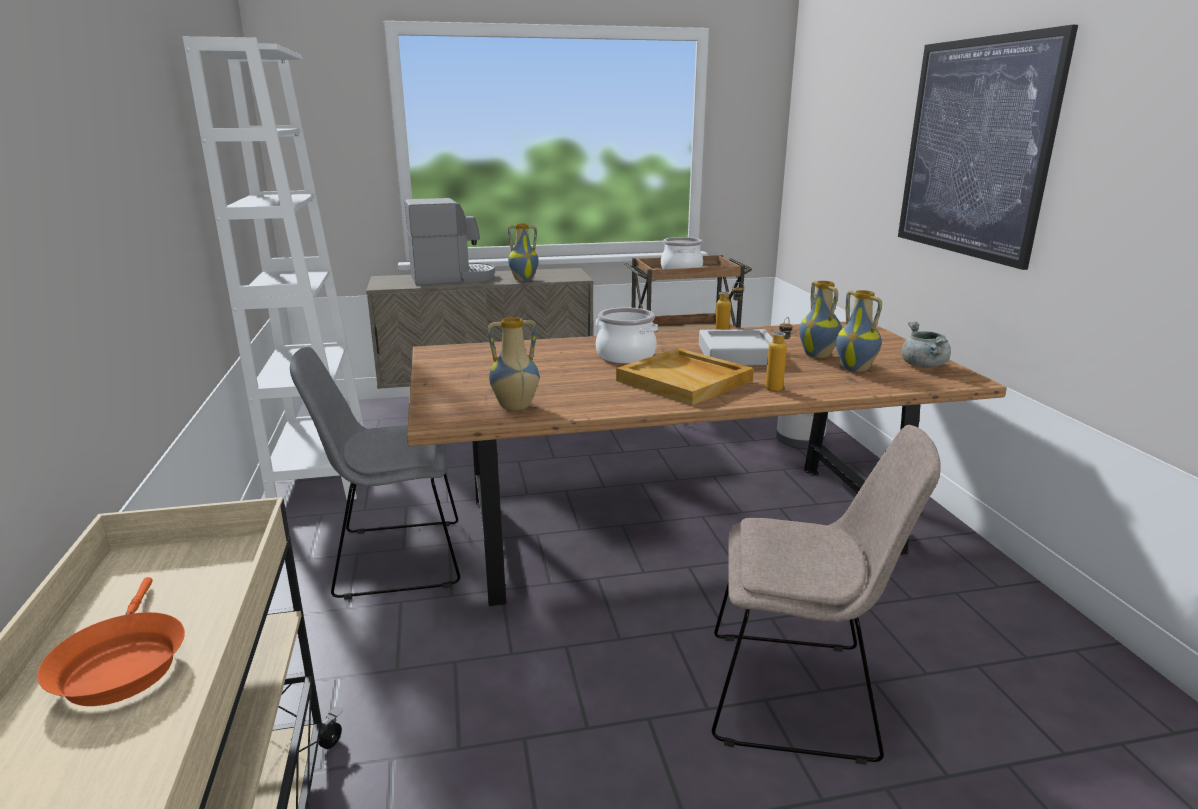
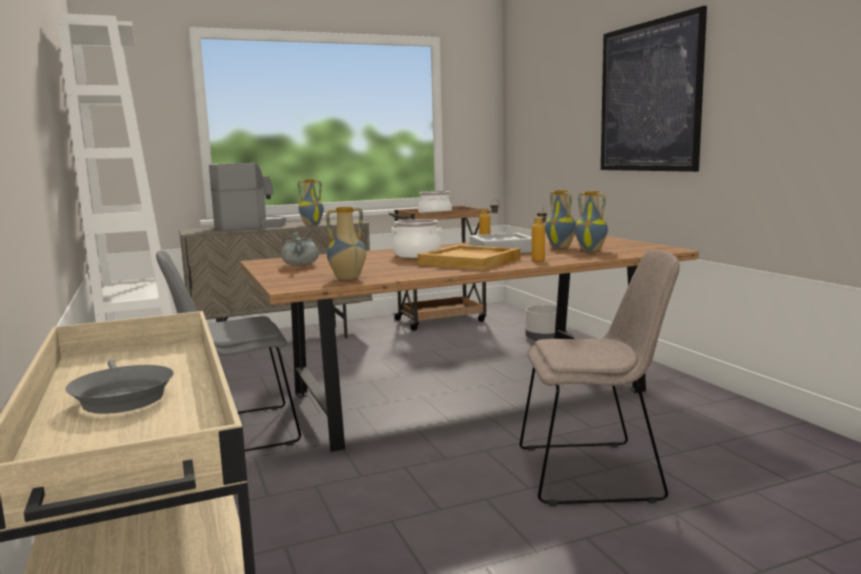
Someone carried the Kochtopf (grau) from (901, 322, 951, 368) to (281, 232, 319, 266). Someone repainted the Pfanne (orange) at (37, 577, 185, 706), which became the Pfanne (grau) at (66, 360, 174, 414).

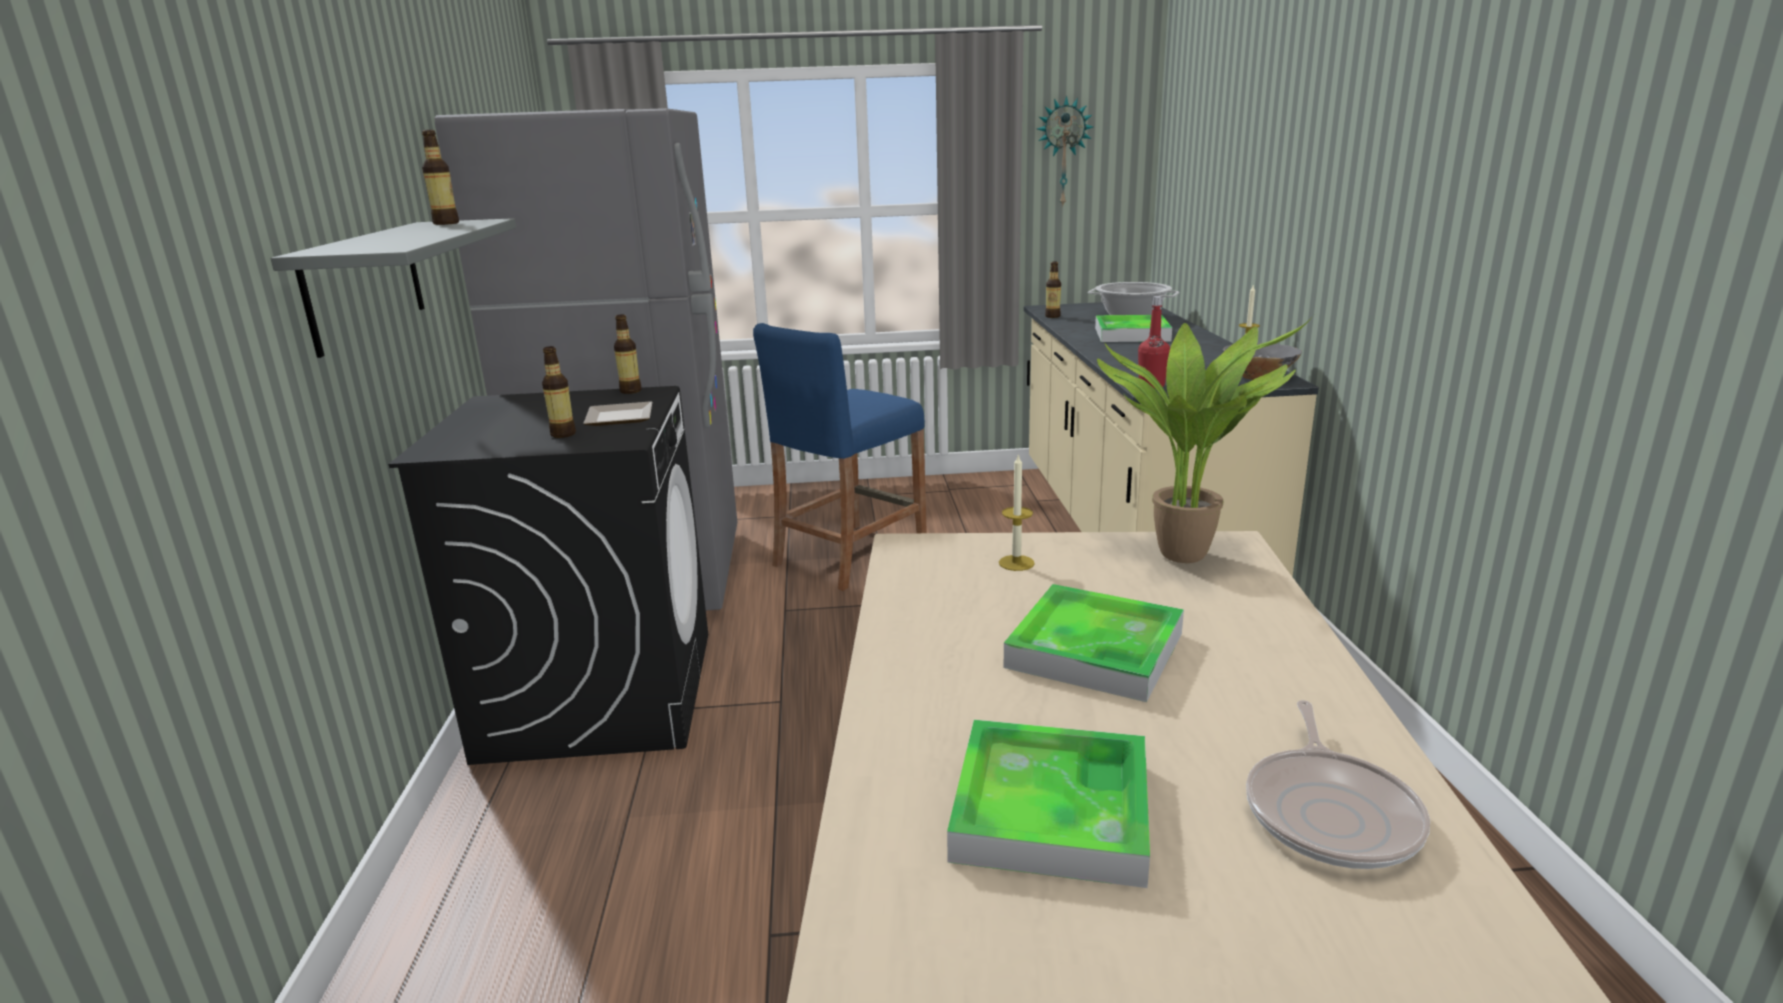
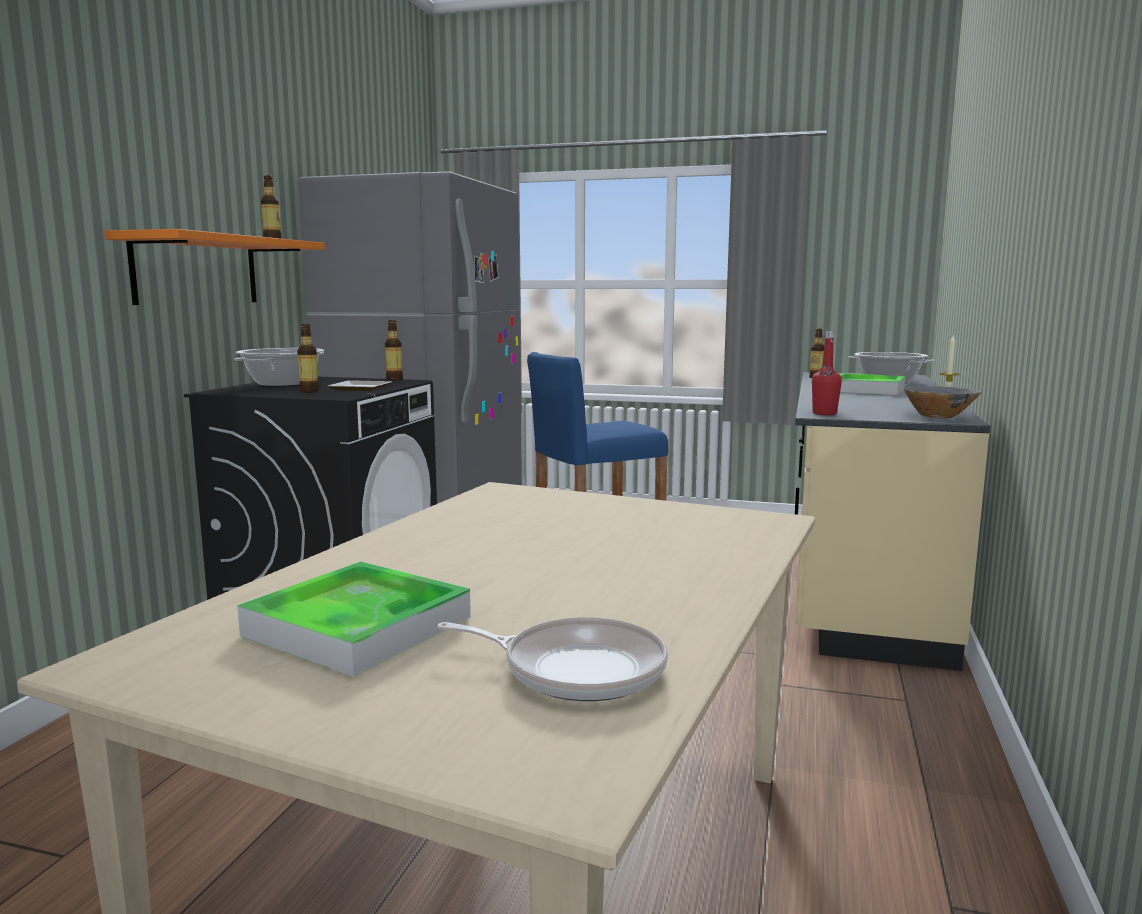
Someone took away the Kerze at (999, 453, 1035, 571). Someone took away the Tablett at (1004, 584, 1184, 702). Someone took away the Wanduhr at (1037, 96, 1093, 208). Someone took away the Topfpflanze at (1097, 315, 1314, 563). Someone put down the Kochtopf at (234, 348, 324, 387). Someone repainted the Wandregal (grau) at (271, 218, 516, 358), which became the Wandregal (orange) at (104, 229, 325, 305). Someone rotated the Pfanne at (1246, 700, 1430, 869) by 105 degrees counterclockwise.

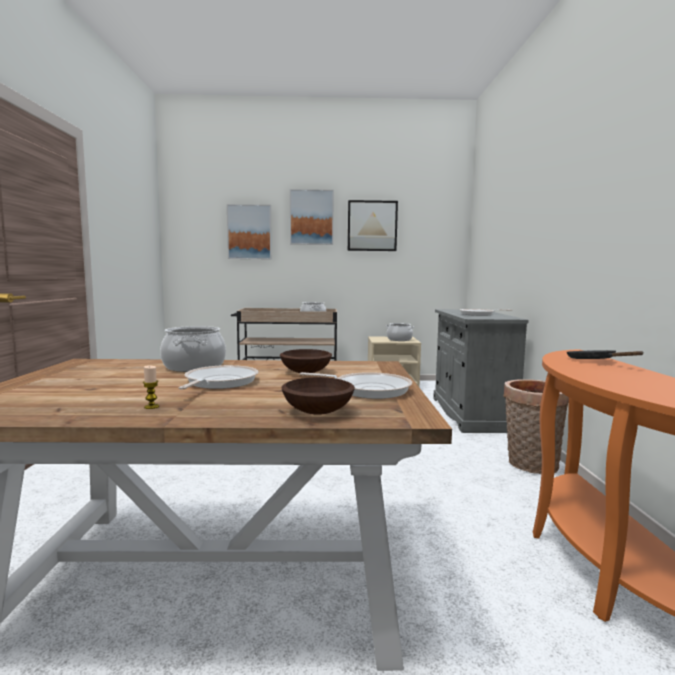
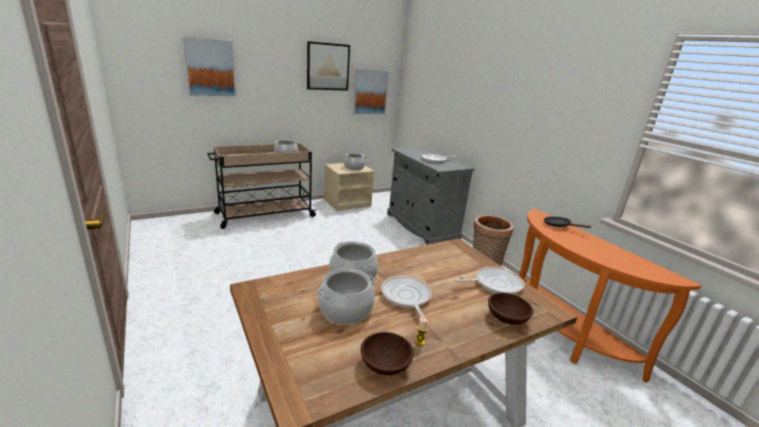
Someone put down the Kochtopf at (317, 269, 375, 324). Someone carried the Schüssel (braun) from (280, 349, 332, 373) to (360, 332, 414, 375). Someone carried the Bild from (290, 189, 334, 245) to (353, 68, 389, 115).

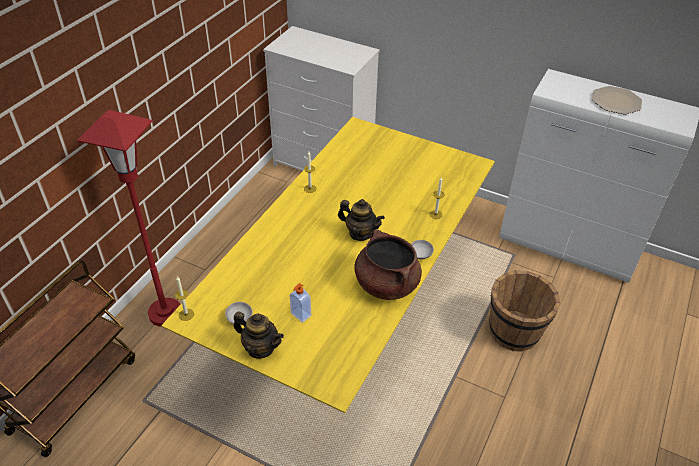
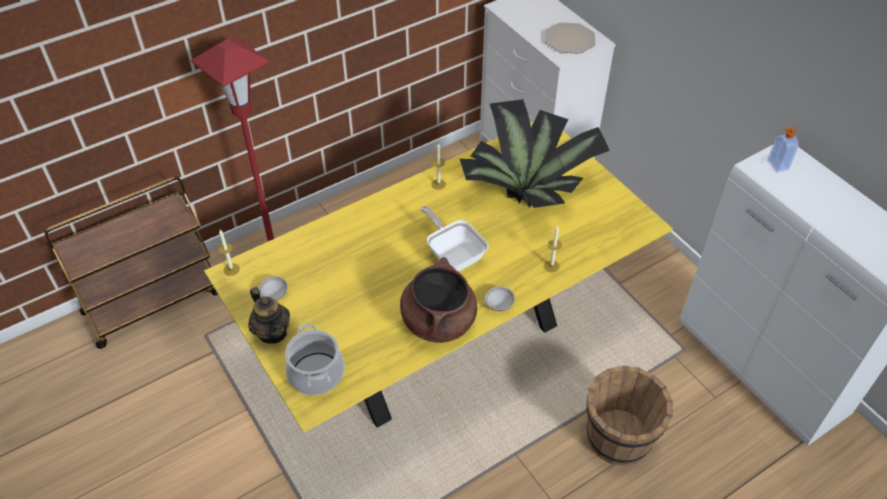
Someone put down the Kochtopf at (285, 323, 345, 395). Someone put down the Topfpflanze at (460, 99, 610, 208). Someone carried the Seifenspender from (290, 283, 311, 323) to (767, 126, 799, 173). Someone carried the Teller from (592, 86, 642, 114) to (545, 23, 595, 54). Someone swapped the Teekanne at (338, 199, 385, 241) for the Pfanne at (421, 206, 489, 272).

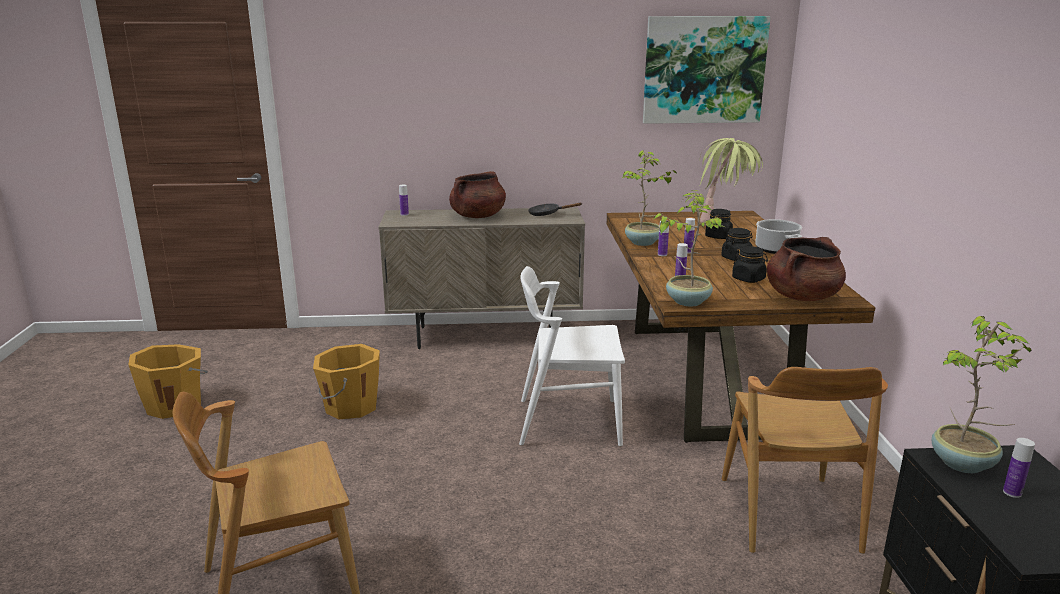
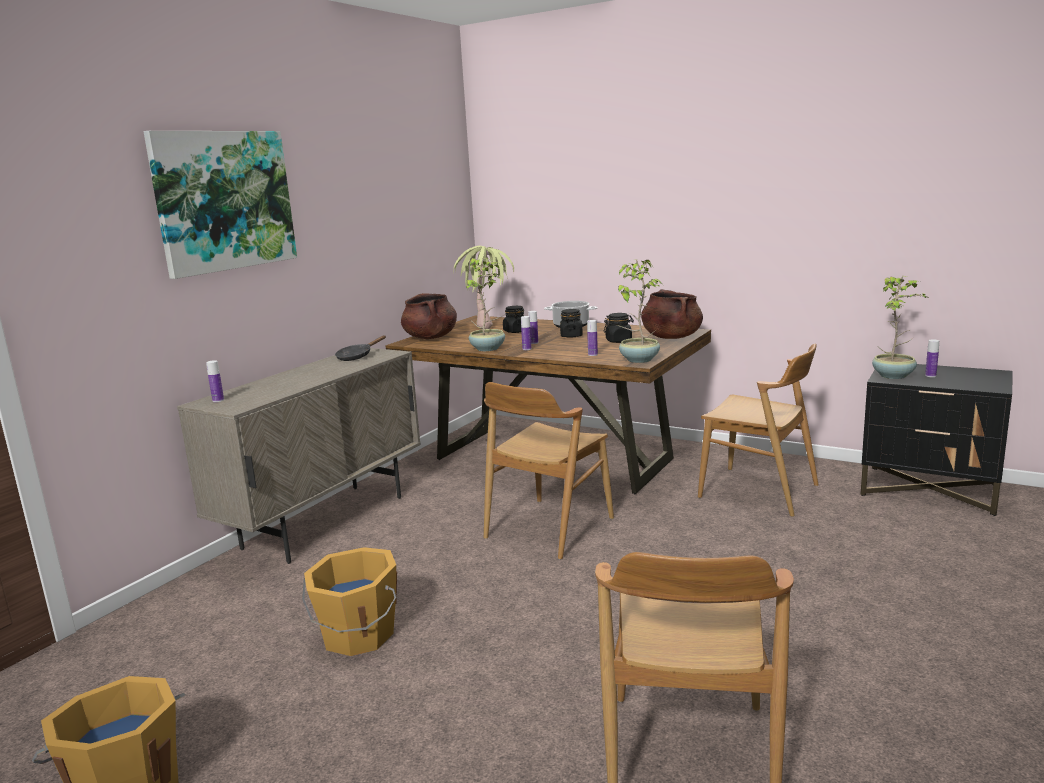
Someone carried the Kochtopf (braun) from (449, 171, 506, 218) to (401, 293, 457, 339). Someone carried the Bild from (643, 16, 771, 124) to (143, 131, 297, 279). Someone repainted the Stuhl (weiß) at (519, 266, 625, 446), which became the Stuhl (braun) at (484, 382, 614, 559).

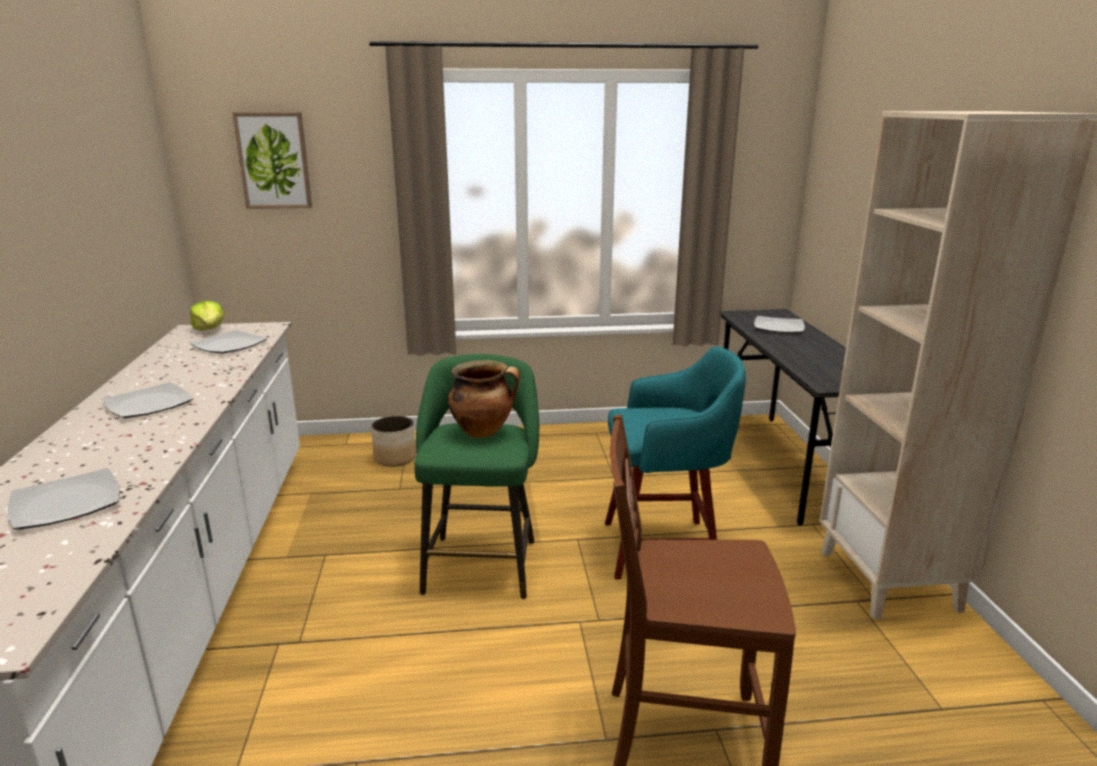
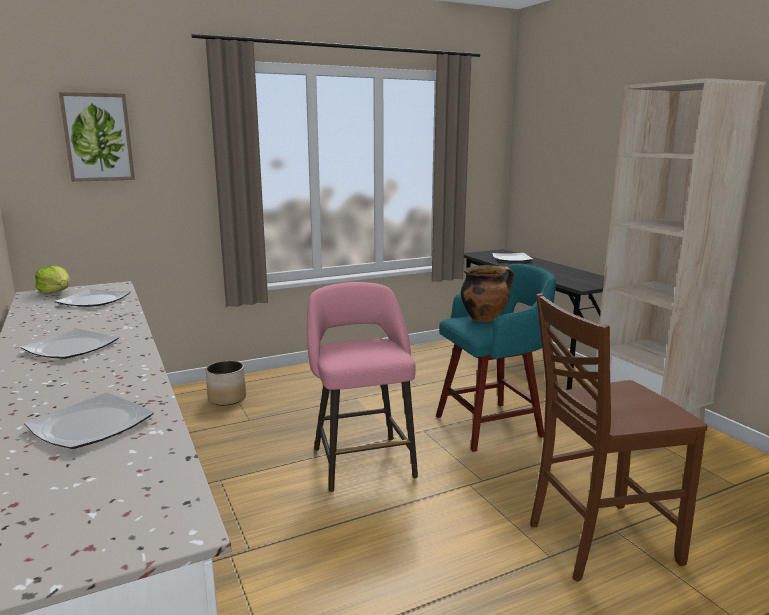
Someone carried the Kochtopf from (448, 360, 520, 438) to (461, 265, 514, 322). Someone repainted the Hocker (grün) at (414, 354, 539, 599), which became the Hocker (rosa) at (307, 282, 418, 493).

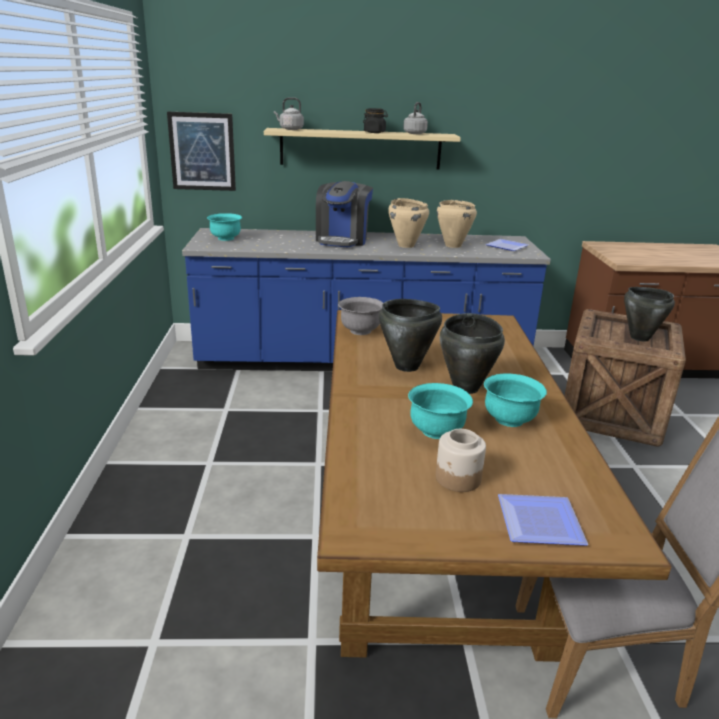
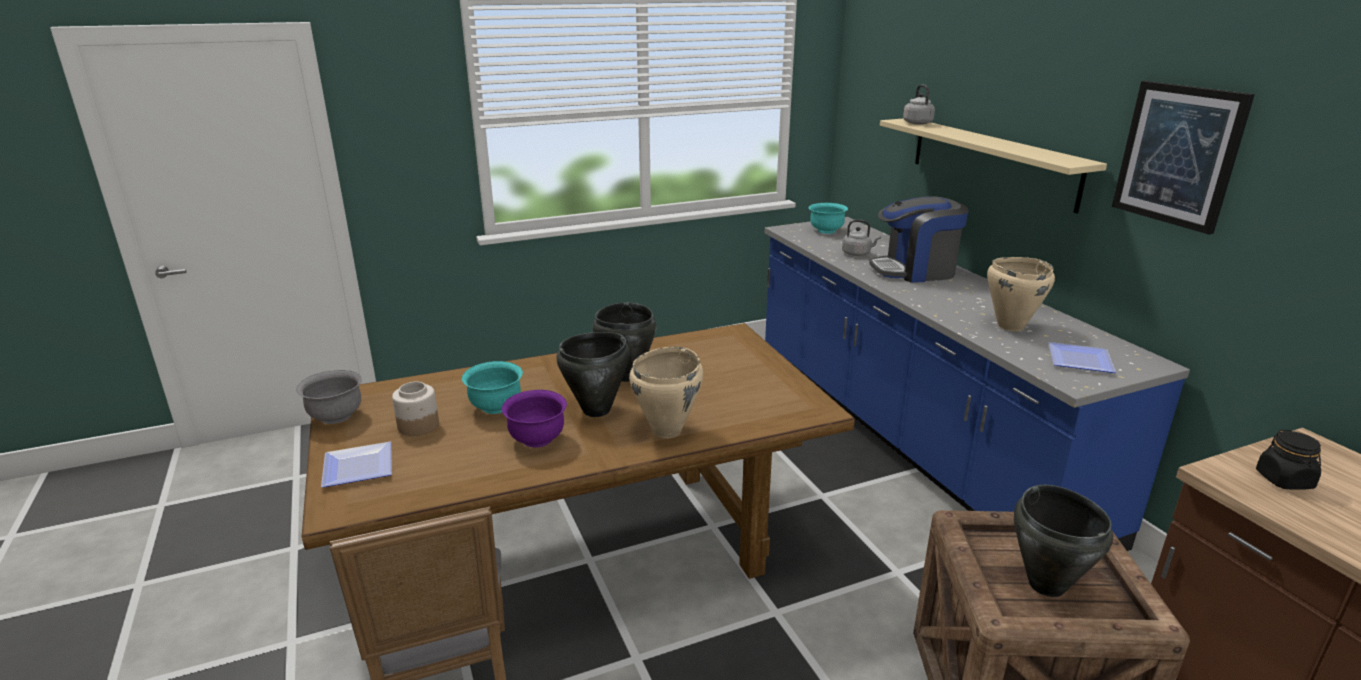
Someone carried the Bild from (167, 112, 236, 191) to (1112, 81, 1255, 235). Someone carried the Schüssel (grau) from (338, 297, 383, 335) to (296, 370, 362, 424). Someone carried the Vorratsglas (schwarz) from (363, 108, 388, 133) to (1256, 430, 1321, 490). Someone carried the Kochtopf (beige) from (388, 198, 429, 248) to (629, 347, 703, 438). Someone carried the Wasserkessel (grau) from (403, 102, 428, 134) to (842, 220, 881, 256). Someone repainted the Schüssel (türkis) at (484, 374, 547, 427), which became the Schüssel (lila) at (502, 390, 567, 447).

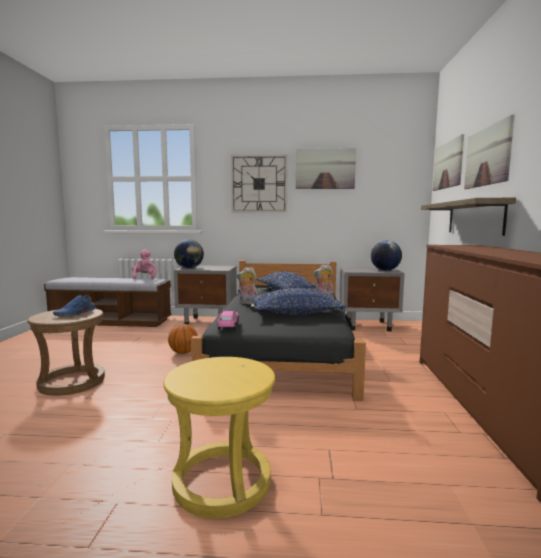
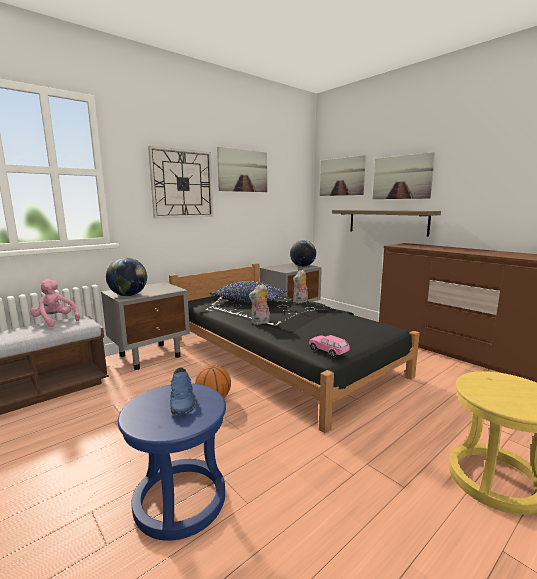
Someone took away the Kissen (blau) at (252, 288, 346, 315). Someone repainted the Hocker (braun) at (27, 309, 105, 396), which became the Hocker (blau) at (118, 384, 226, 541).

